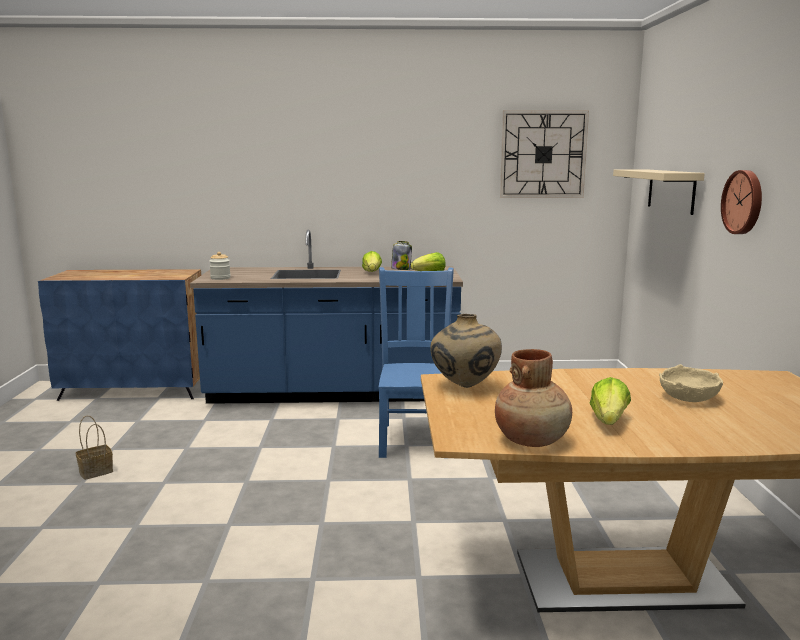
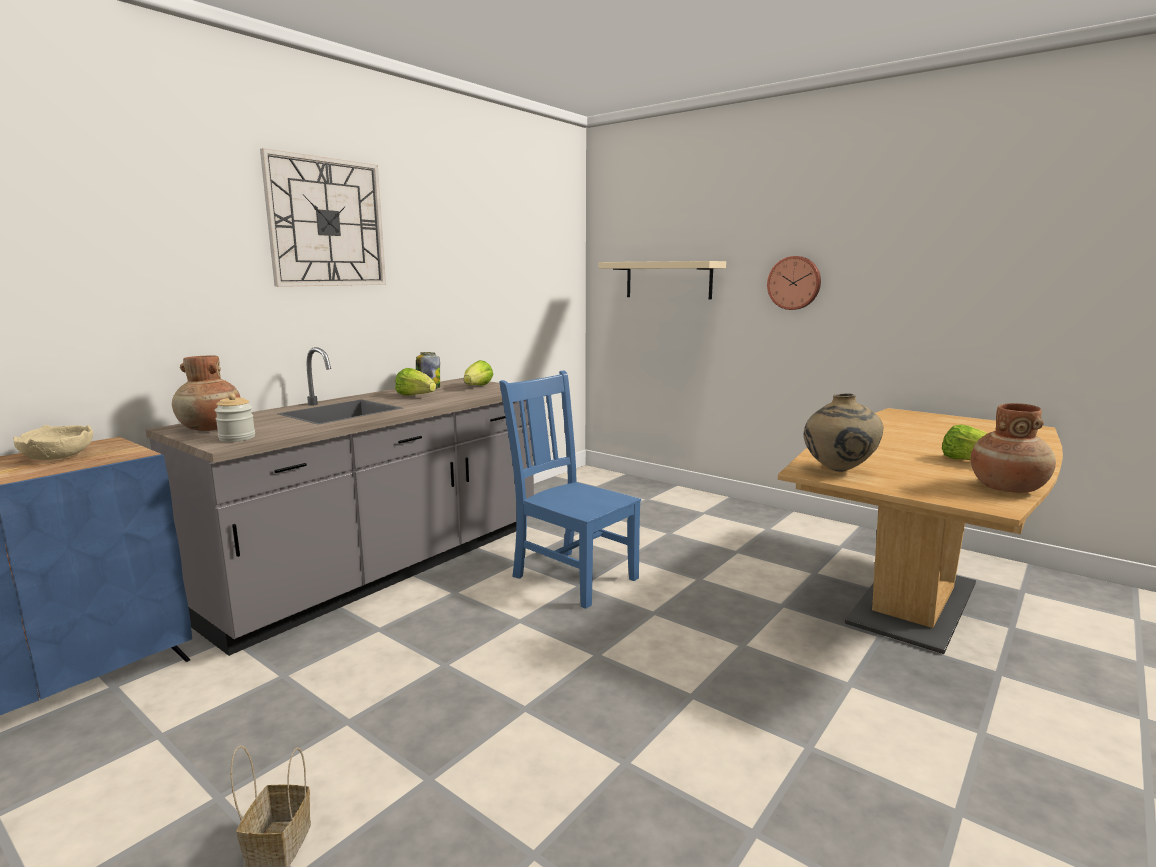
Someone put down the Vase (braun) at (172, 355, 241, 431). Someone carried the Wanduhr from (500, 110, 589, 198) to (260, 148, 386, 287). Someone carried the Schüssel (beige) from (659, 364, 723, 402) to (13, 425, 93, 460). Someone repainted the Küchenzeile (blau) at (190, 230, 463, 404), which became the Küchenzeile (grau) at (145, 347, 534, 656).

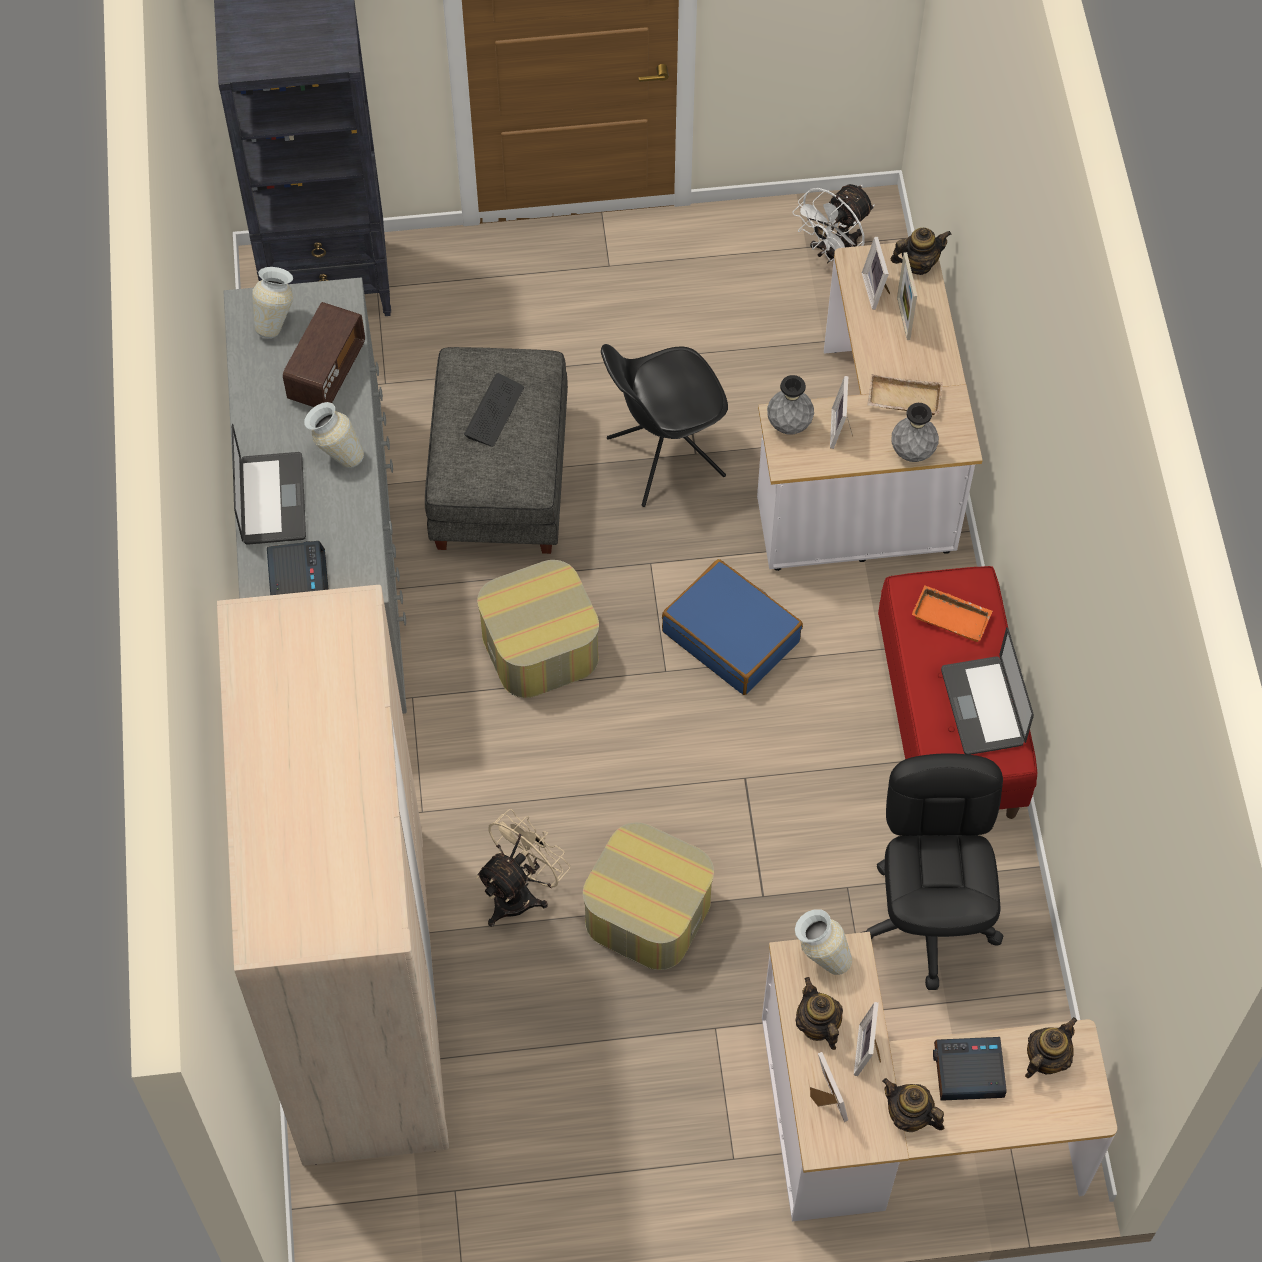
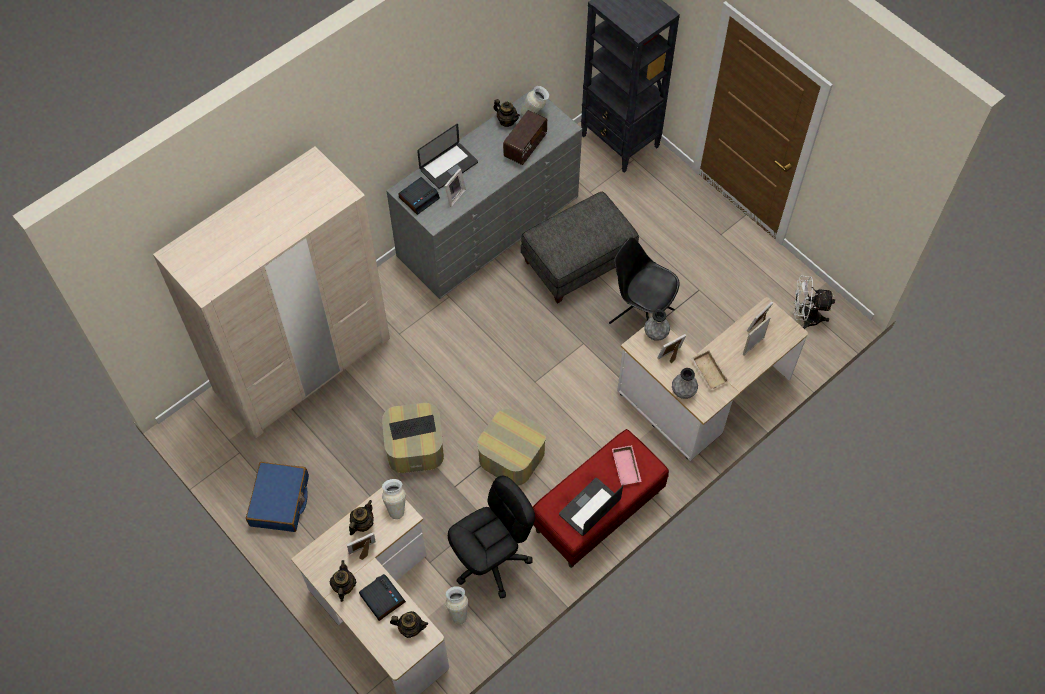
Someone took away the Ventilator (beige) at (476, 809, 570, 927). Someone carried the Vase from (304, 402, 364, 468) to (445, 586, 468, 624). Someone carried the Tastatur from (464, 373, 524, 447) to (389, 415, 436, 440). Someone carried the Polsterhocker from (477, 560, 599, 698) to (477, 409, 546, 486). Someone carried the Koffer (blau) from (662, 559, 803, 695) to (246, 462, 309, 532). Someone carried the Bilderrahmen from (810, 1052, 848, 1122) to (445, 168, 466, 206). Someone carried the Teekanne from (891, 228, 951, 275) to (493, 99, 520, 127). Someone repainted the Tablett (orange) at (912, 585, 993, 642), which became the Tablett (rosa) at (612, 445, 642, 486). Someone rotated the Radio at (283, 302, 365, 407) by 45 degrees counterclockwise.

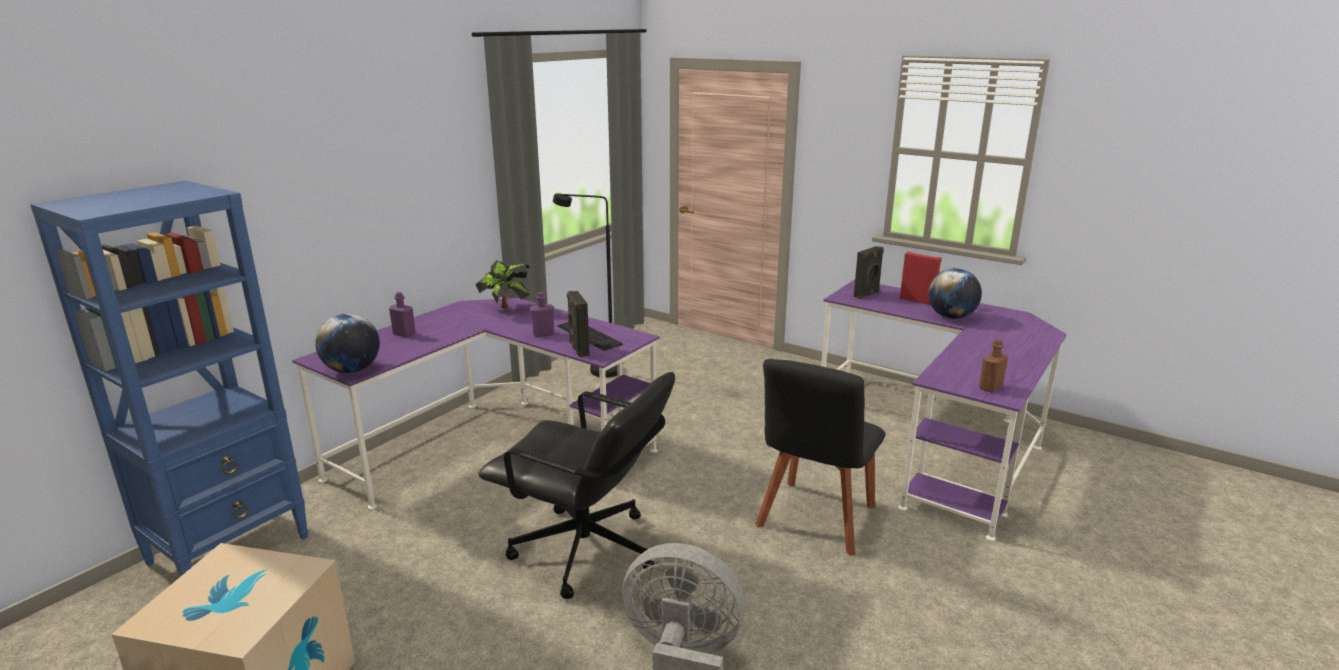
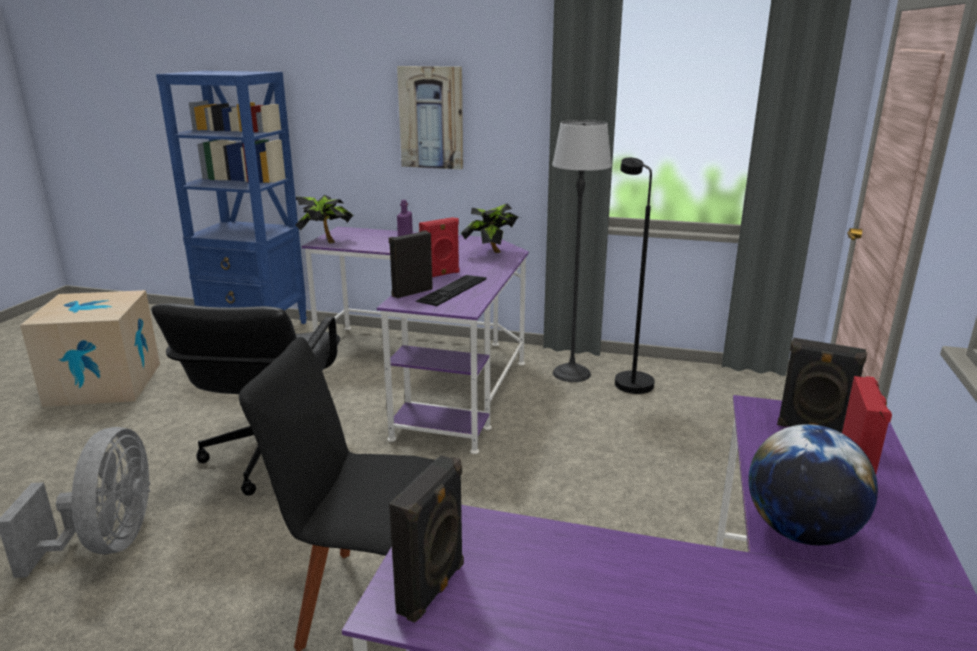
Someone put up the Bild at (397, 66, 463, 169). Someone put down the Stehlampe at (552, 120, 612, 382). Someone swapped the Globus at (315, 313, 380, 373) for the Topfpflanze at (295, 195, 353, 243). Someone swapped the Flasche (lila) at (530, 292, 555, 337) for the Lautsprecher (rot) at (419, 217, 460, 277). Someone swapped the Flasche (braun) at (979, 339, 1008, 393) for the Lautsprecher (schwarz) at (389, 455, 464, 623).

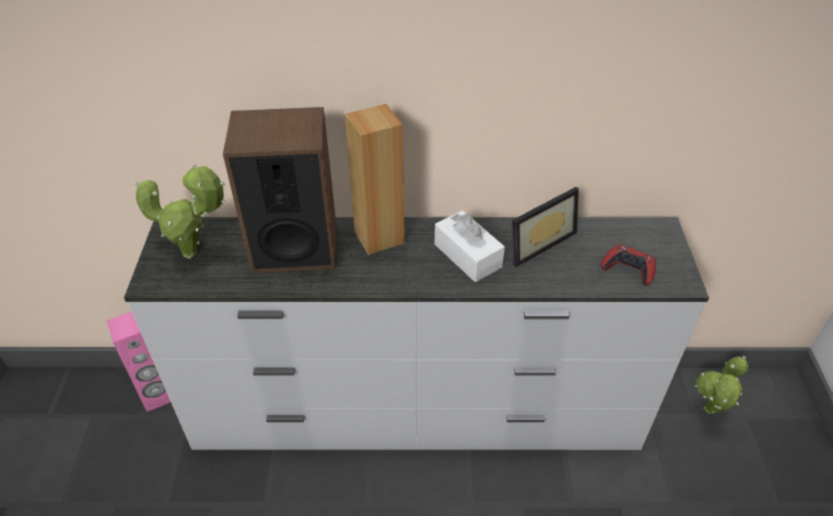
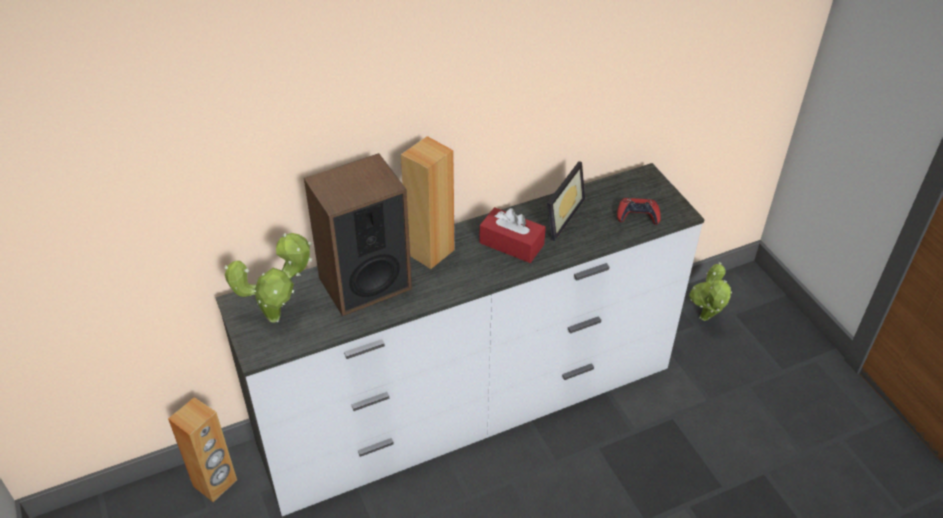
Someone repainted the Lautsprecher (rosa) at (107, 312, 171, 412), which became the Lautsprecher (braun) at (168, 397, 237, 502). Someone repainted the Taschentuchbox (weiß) at (434, 210, 505, 282), which became the Taschentuchbox (rot) at (479, 207, 546, 263).

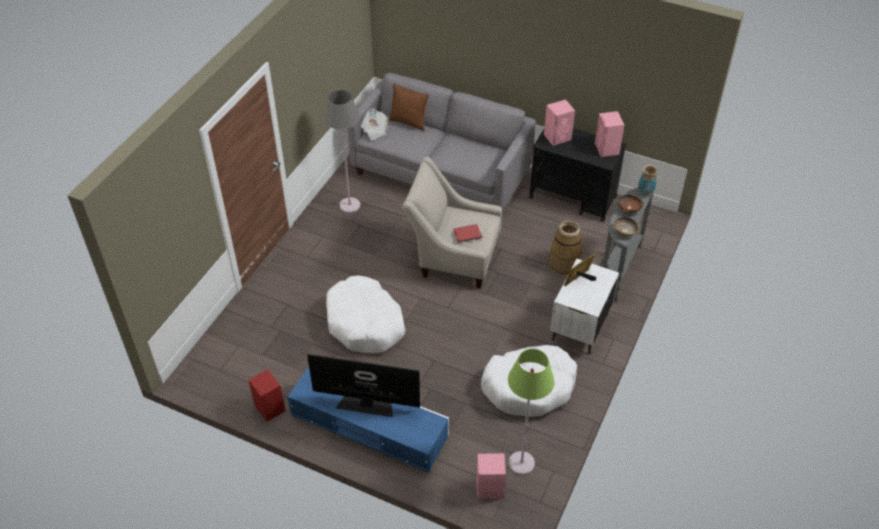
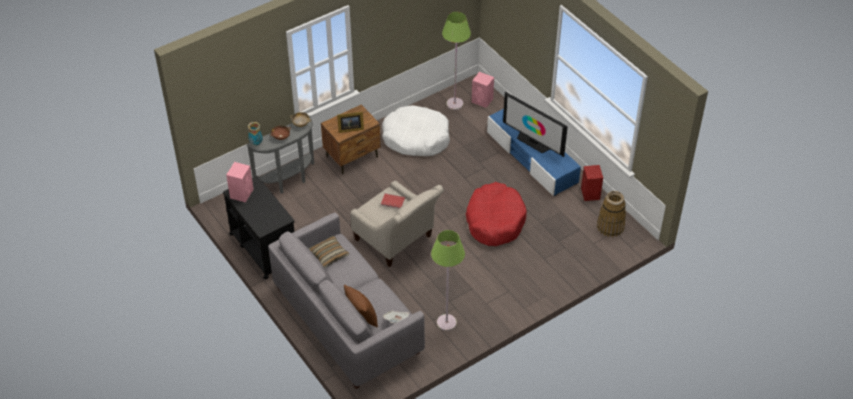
Someone took away the Lautsprecher (rosa) at (544, 100, 575, 146). Someone put down the Kissen at (308, 236, 349, 268). Someone carried the Korb from (548, 220, 582, 276) to (597, 191, 626, 237). Someone repainted the Stehlampe (grau) at (324, 90, 360, 213), which became the Stehlampe (grün) at (431, 230, 465, 331). Someone repainted the Hundebett (weiß) at (326, 275, 405, 354), which became the Hundebett (rot) at (465, 182, 527, 246). Someone repainted the Nachttisch (weiß) at (550, 259, 619, 354), which became the Nachttisch (braun) at (321, 104, 381, 174).

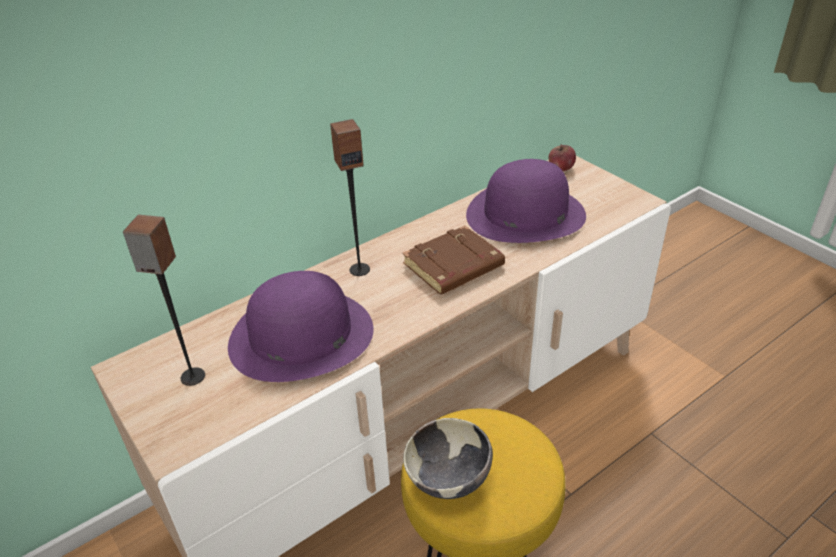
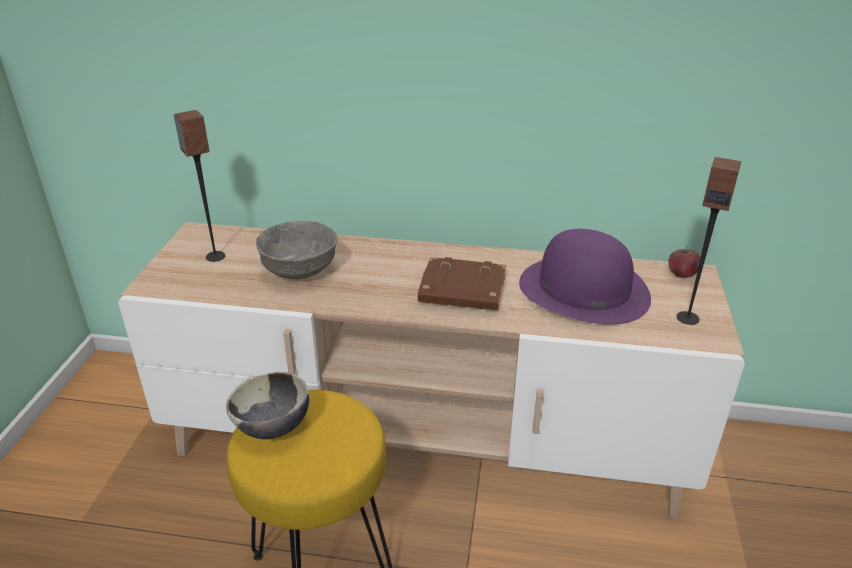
Someone carried the Lautsprecher from (330, 119, 370, 276) to (677, 157, 741, 325). Someone swapped the Hut (lila) at (228, 271, 374, 382) for the Schüssel (grau) at (256, 221, 337, 279).

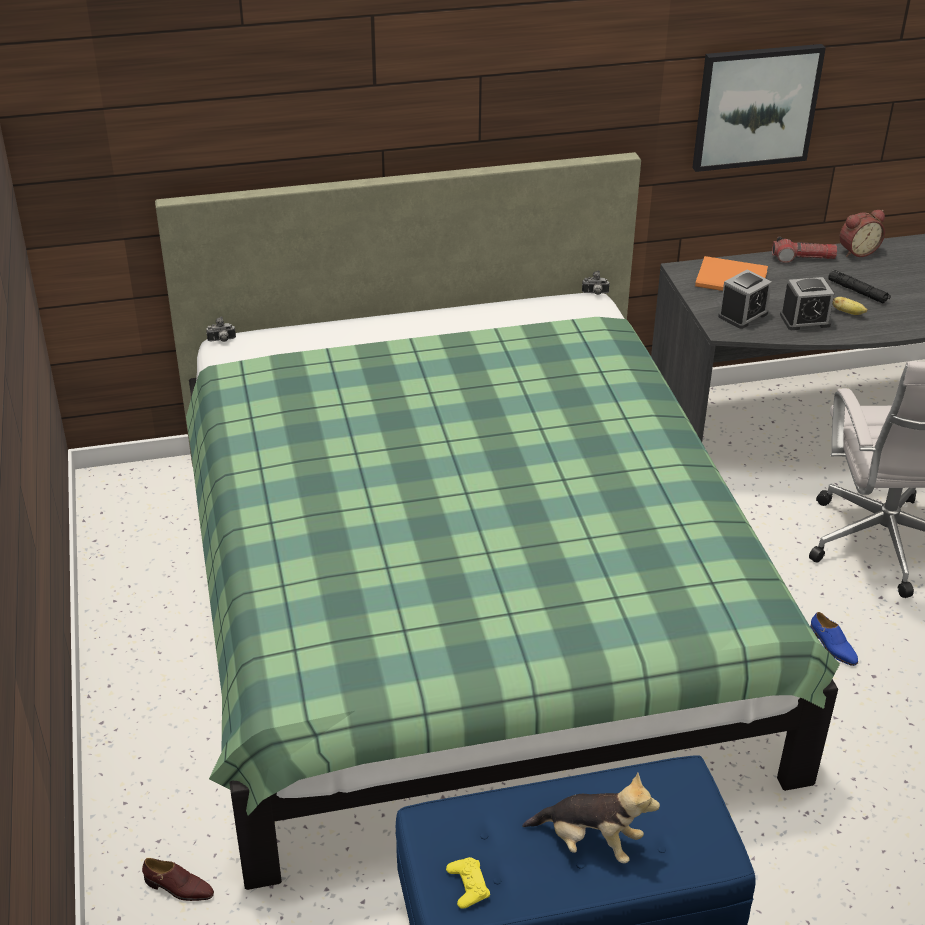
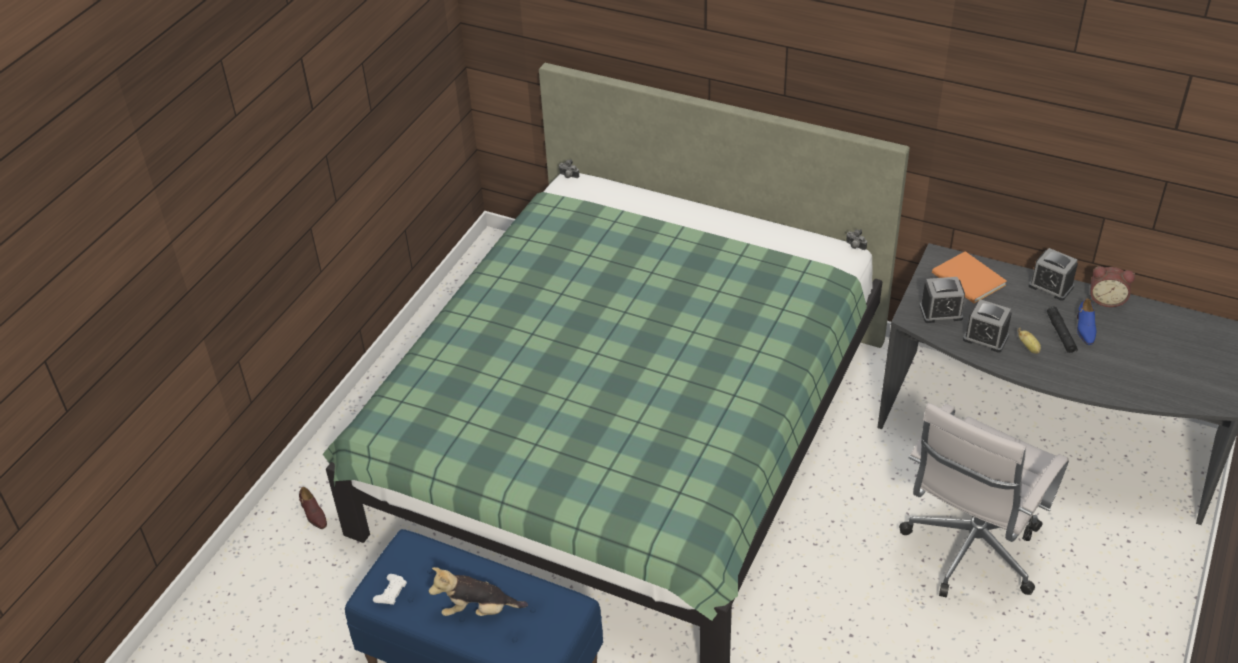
Someone took away the Bild at (692, 44, 826, 172). Someone carried the Schuh (blau) from (810, 612, 858, 666) to (1077, 298, 1096, 345). Someone swapped the Taschenlampe at (772, 237, 837, 263) for the Wecker at (1029, 248, 1078, 301). Someone repainted the Gamepad (gelb) at (446, 857, 490, 909), which became the Gamepad (weiß) at (373, 574, 407, 605). Someone rotated the Plüschtier at (522, 772, 660, 864) by 120 degrees clockwise.

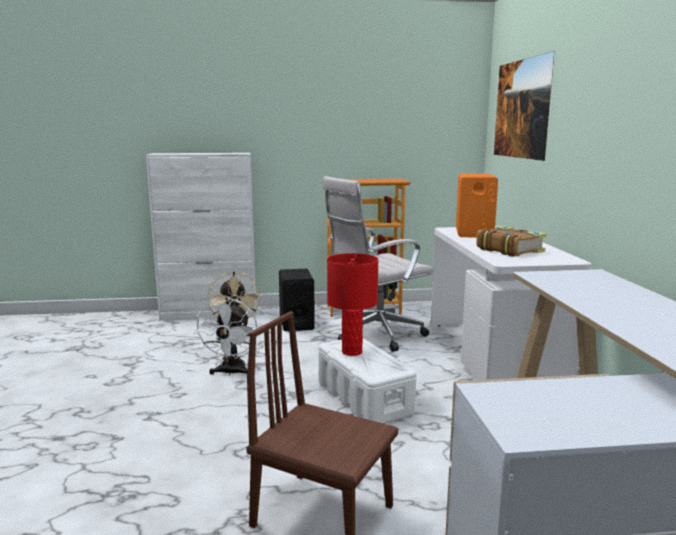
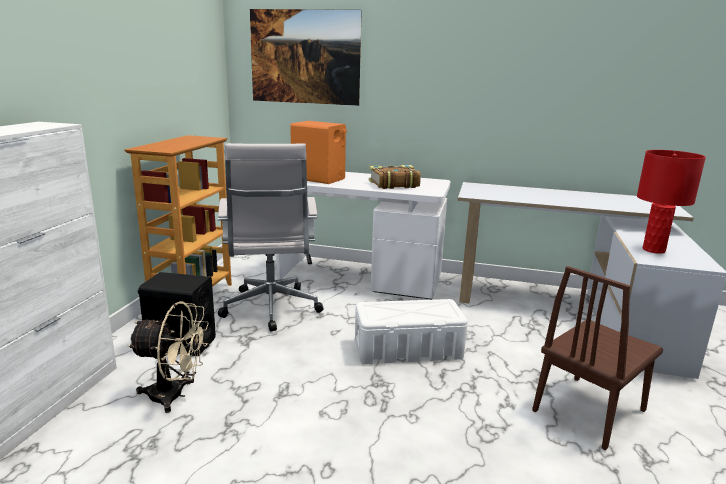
Someone took away the Ventilator (weiß) at (193, 297, 257, 376). Someone carried the Tischlampe (rot) from (327, 253, 379, 356) to (637, 150, 706, 254).

